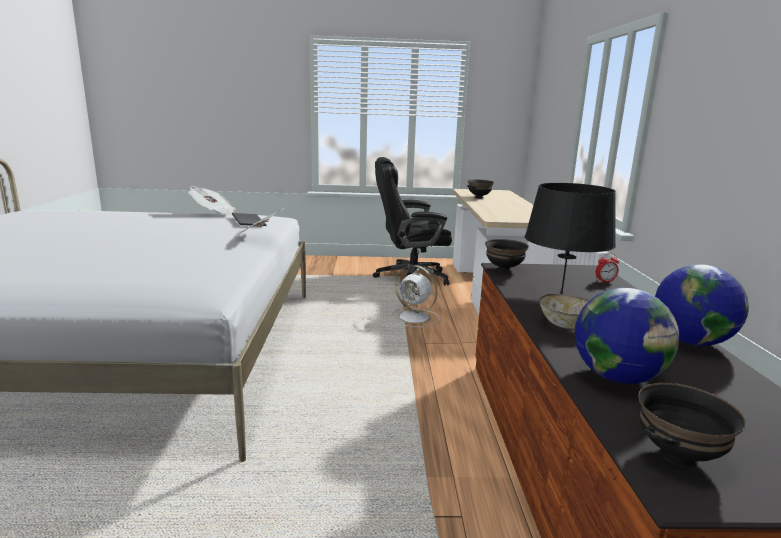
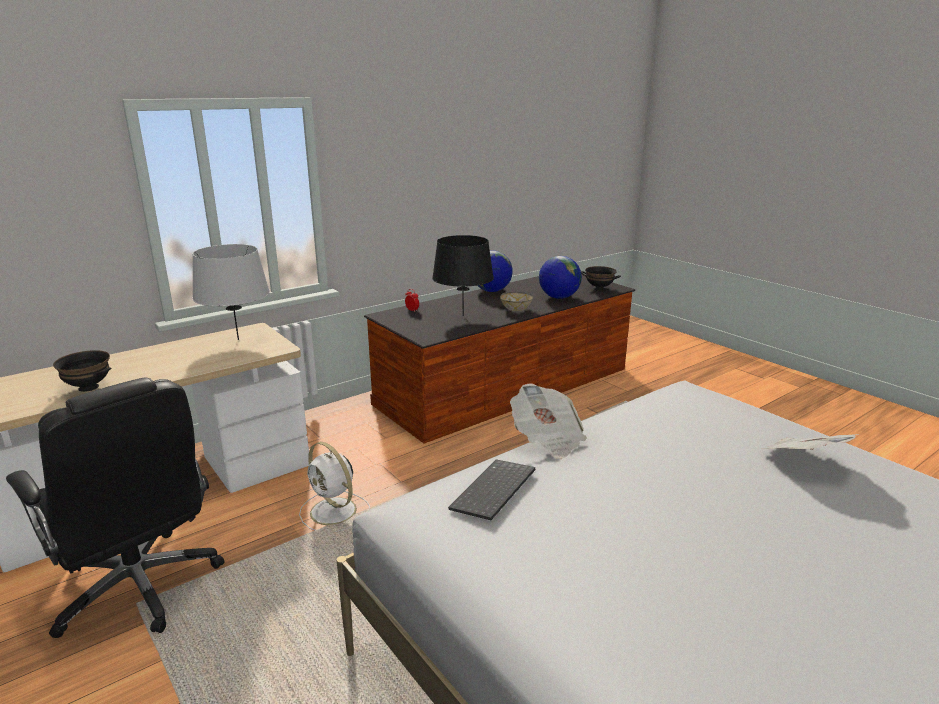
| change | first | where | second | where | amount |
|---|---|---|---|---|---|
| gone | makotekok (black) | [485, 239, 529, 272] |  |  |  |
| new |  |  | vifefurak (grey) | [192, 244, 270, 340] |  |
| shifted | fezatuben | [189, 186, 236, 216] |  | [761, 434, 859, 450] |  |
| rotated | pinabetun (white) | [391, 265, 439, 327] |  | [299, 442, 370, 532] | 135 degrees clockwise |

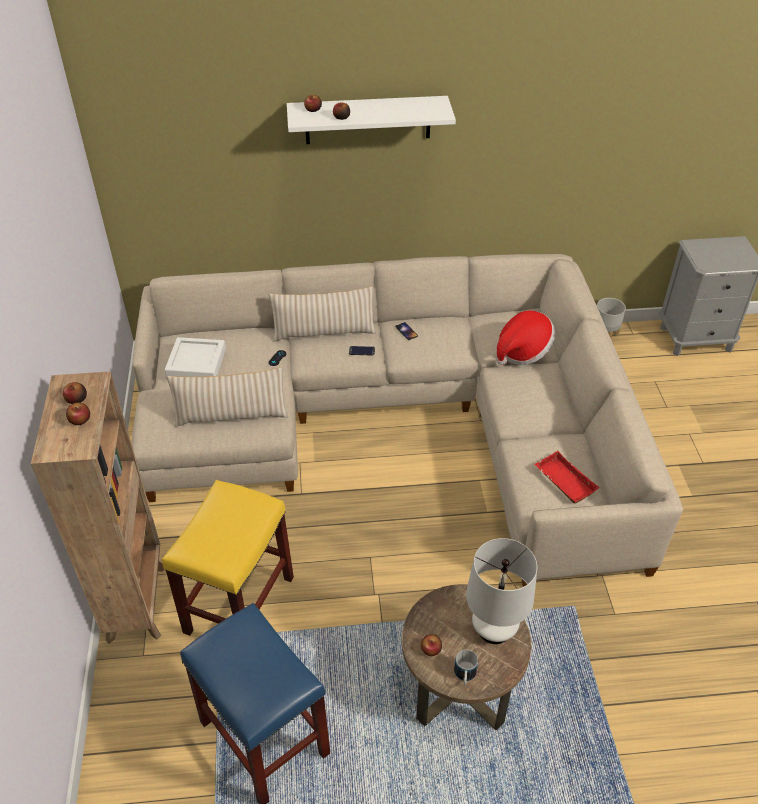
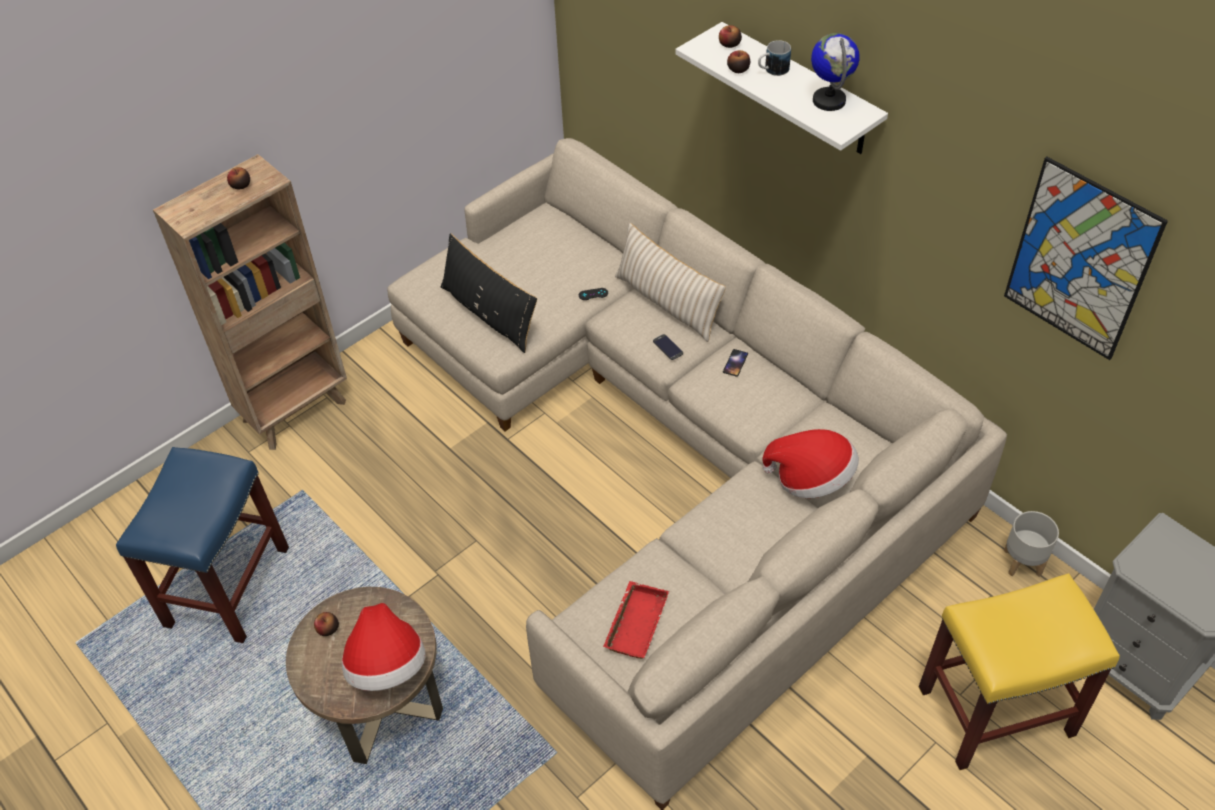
| change | first | where | second | where | amount |
|---|---|---|---|---|---|
| gone | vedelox | [66, 403, 90, 425] |  |  |  |
| gone | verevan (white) | [165, 337, 226, 378] |  |  |  |
| new |  |  | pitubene | [811, 33, 860, 111] |  |
| new |  |  | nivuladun | [1004, 157, 1168, 360] |  |
| shifted | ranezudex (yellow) | [162, 480, 294, 636] |  | [919, 573, 1120, 770] |  |
| shifted | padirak | [454, 649, 478, 685] |  | [758, 40, 791, 76] |  |
| swapped | vifefurak (white) | [466, 538, 537, 644] | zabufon | [342, 603, 426, 691] |  |
| repainted | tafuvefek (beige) | [167, 367, 288, 427] | tafuvefek (black) | [441, 233, 537, 353] |  |

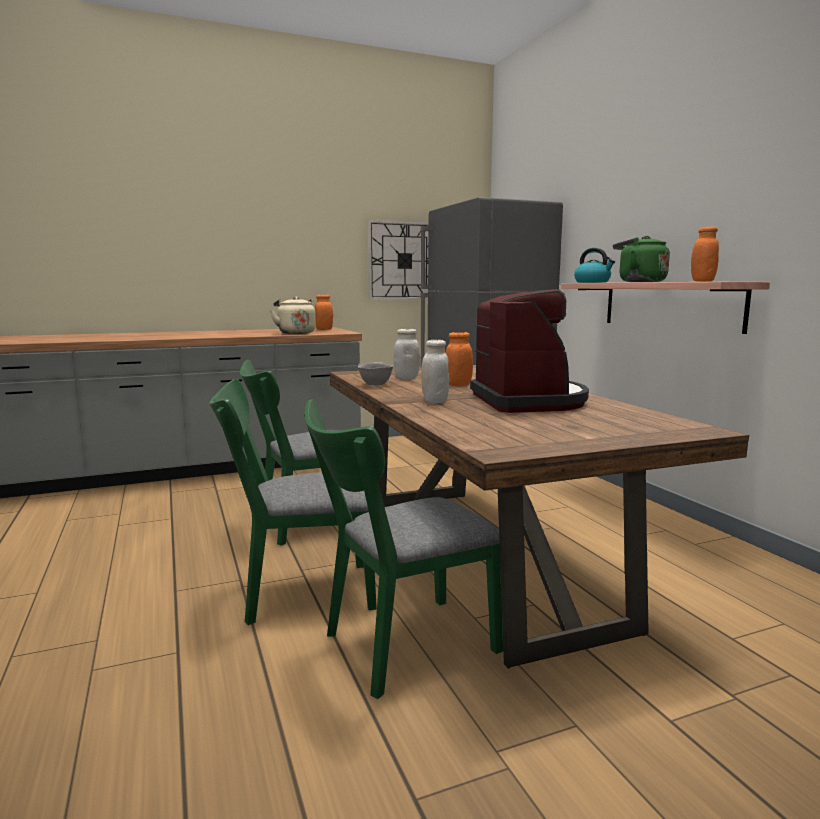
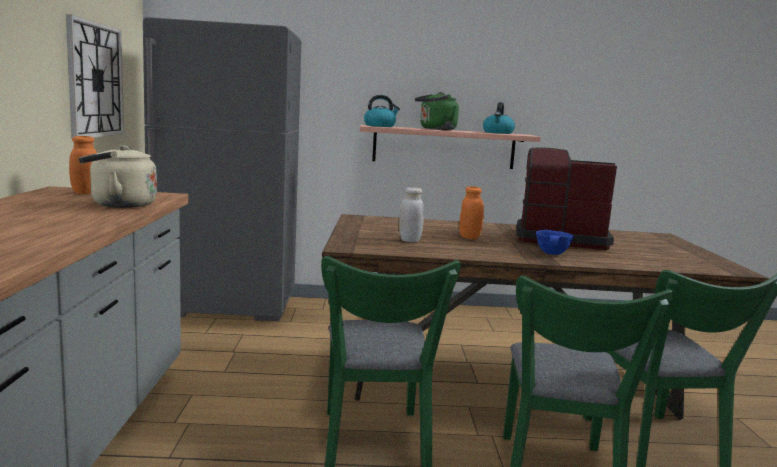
| change | first | where | second | where | amount |
|---|---|---|---|---|---|
| gone | makotekok (grey) | [358, 362, 393, 385] |  |  |  |
| swapped | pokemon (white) | [421, 340, 449, 403] | makotekok (blue) | [536, 230, 574, 255] |  |
| swapped | pokemon (orange) | [691, 227, 719, 282] | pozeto | [483, 102, 515, 134] |  |

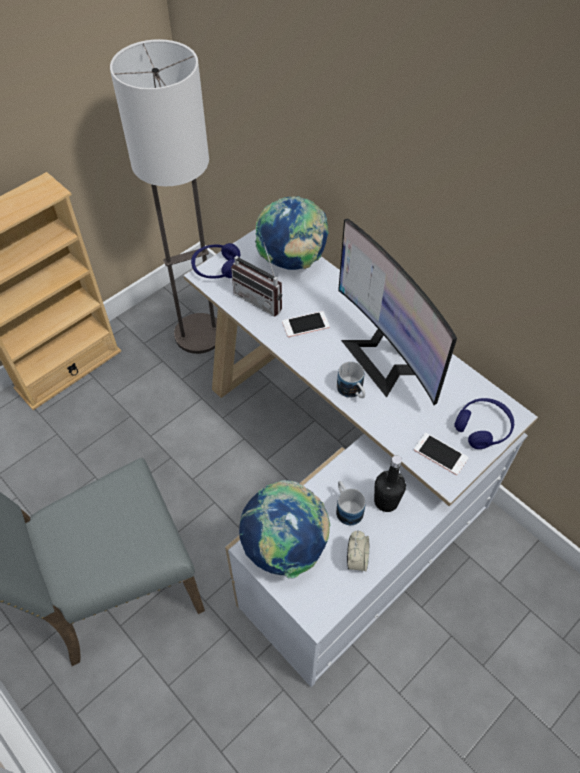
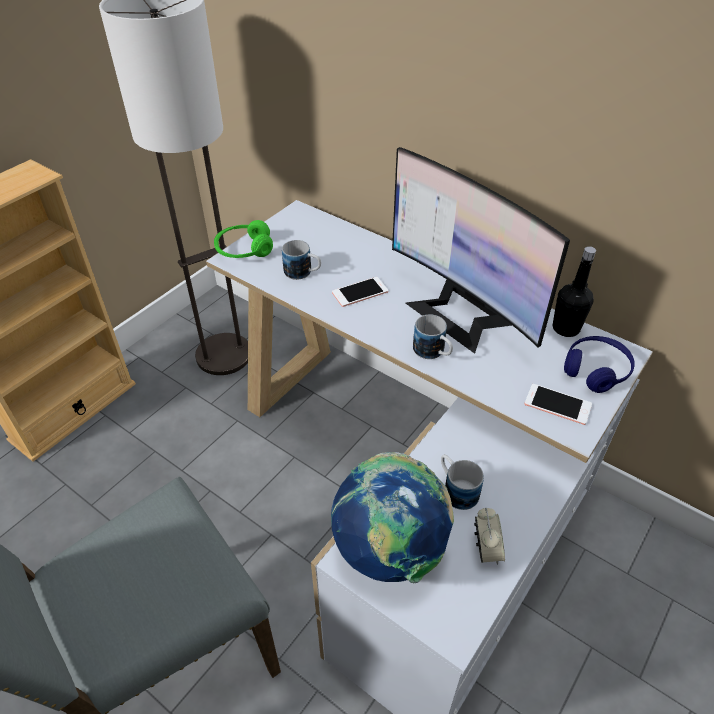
| change | first | where | second | where | amount |
|---|---|---|---|---|---|
| gone | pitubene | [255, 196, 329, 270] |  |  |  |
| shifted | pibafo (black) | [374, 455, 406, 512] |  | [553, 246, 596, 337] |  |
| swapped | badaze | [231, 242, 282, 316] | padirak | [282, 240, 321, 280] |  |
| repainted | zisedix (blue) | [191, 243, 240, 279] | zisedix (green) | [214, 220, 273, 258] |  |

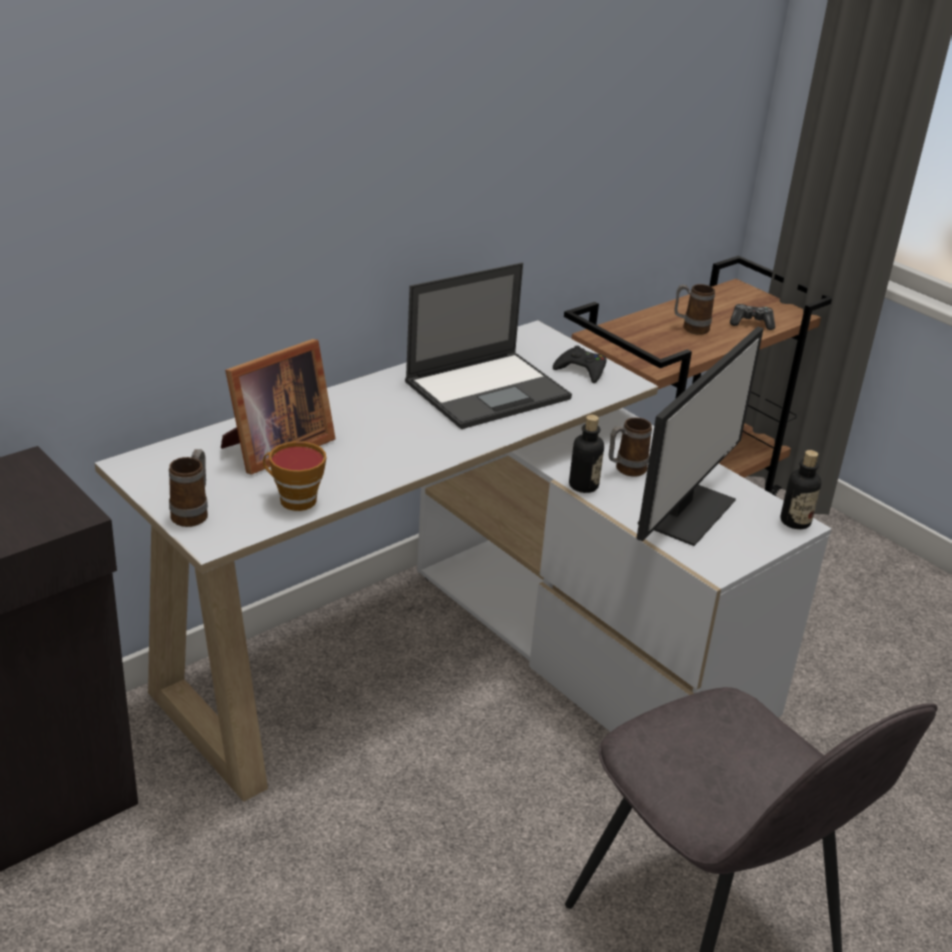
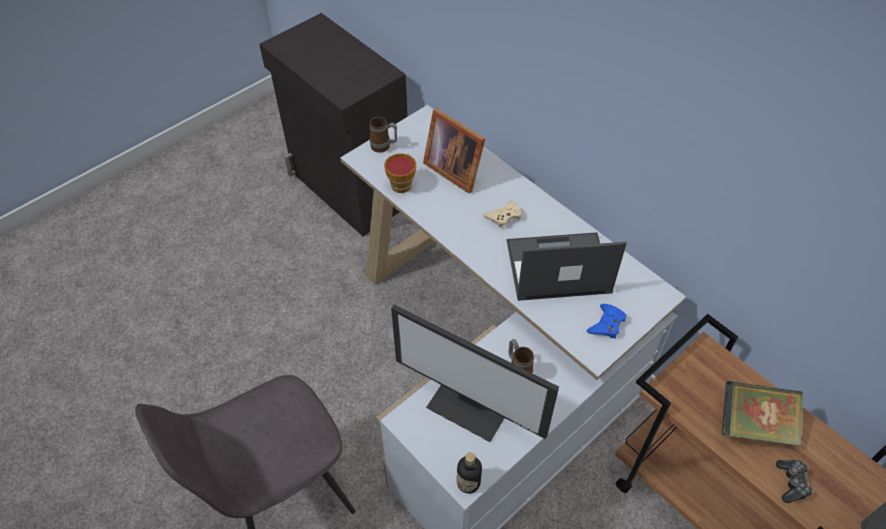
| change | first | where | second | where | amount |
|---|---|---|---|---|---|
| gone | pibafo | [569, 415, 604, 493] |  |  |  |
| new |  |  | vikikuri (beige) | [483, 201, 522, 229] |  |
| swapped | padirak | [675, 284, 715, 335] | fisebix | [722, 381, 803, 446] |  |
| repainted | vikikuri (black) | [553, 346, 606, 383] | vikikuri (blue) | [586, 304, 626, 339] |  |
| rotated | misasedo | [405, 263, 572, 429] |  | [507, 232, 627, 301] | 120 degrees clockwise |

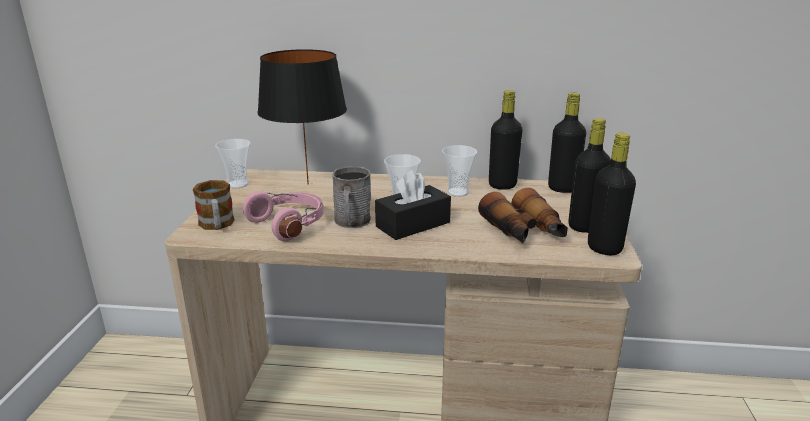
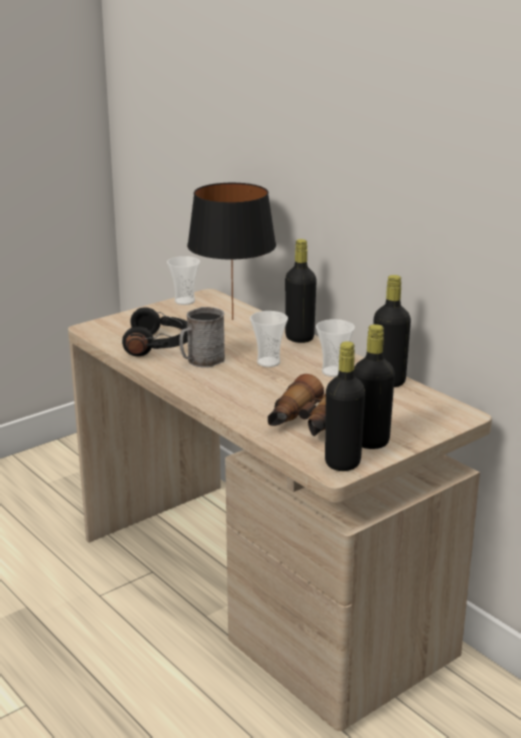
| change | first | where | second | where | amount |
|---|---|---|---|---|---|
| gone | padirak | [193, 180, 235, 230] |  |  |  |
| gone | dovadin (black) | [375, 170, 451, 240] |  |  |  |
| shifted | pibafo (black) | [548, 93, 586, 193] |  | [285, 239, 317, 343] |  |
| repainted | zisedix (pink) | [243, 191, 323, 241] | zisedix (black) | [122, 308, 188, 356] |  |

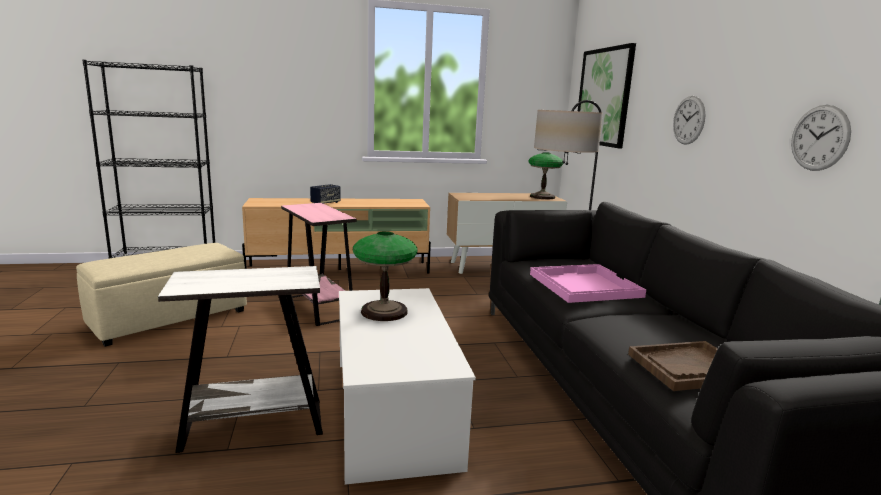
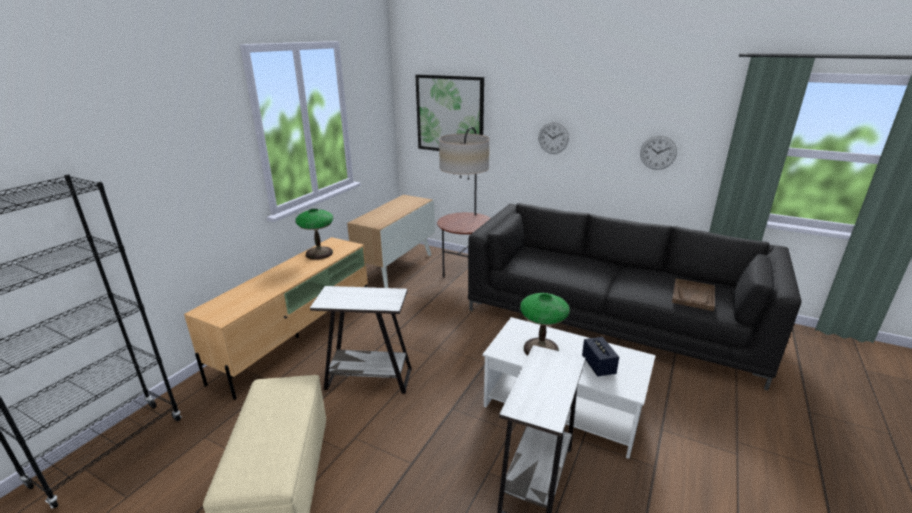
| change | first | where | second | where | amount |
|---|---|---|---|---|---|
| gone | verevan (pink) | [530, 264, 646, 303] |  |  |  |
| shifted | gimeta | [310, 184, 340, 204] |  | [582, 337, 619, 377] |  |
| shifted | vifefurak | [528, 152, 563, 199] |  | [295, 209, 334, 260] |  |
| repainted | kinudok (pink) | [281, 203, 357, 326] | kinudok (white) | [310, 286, 412, 394] |  |

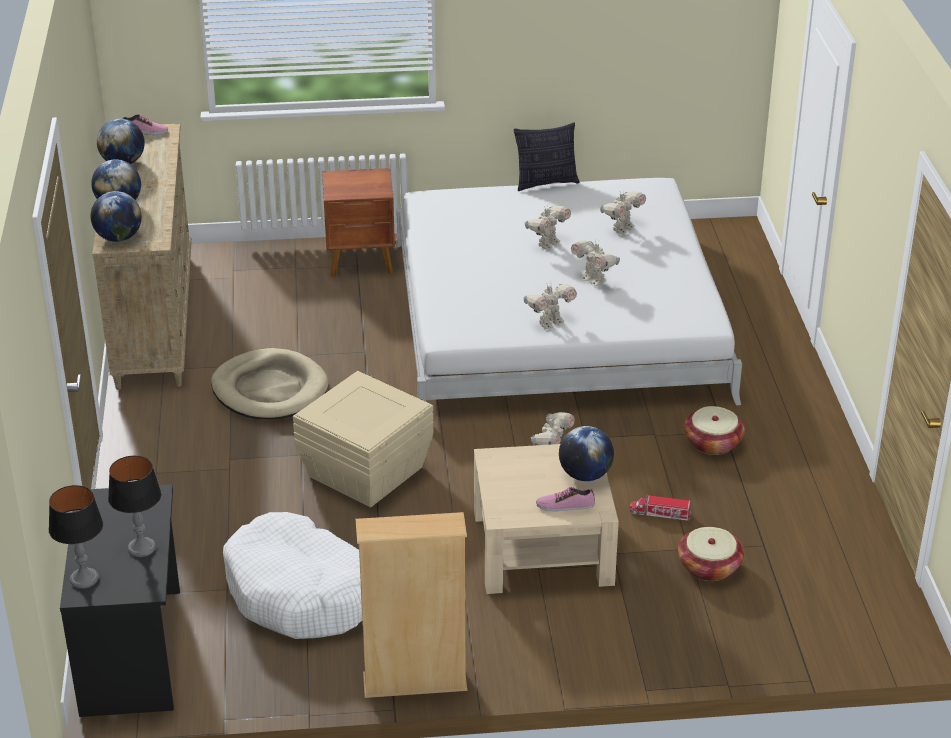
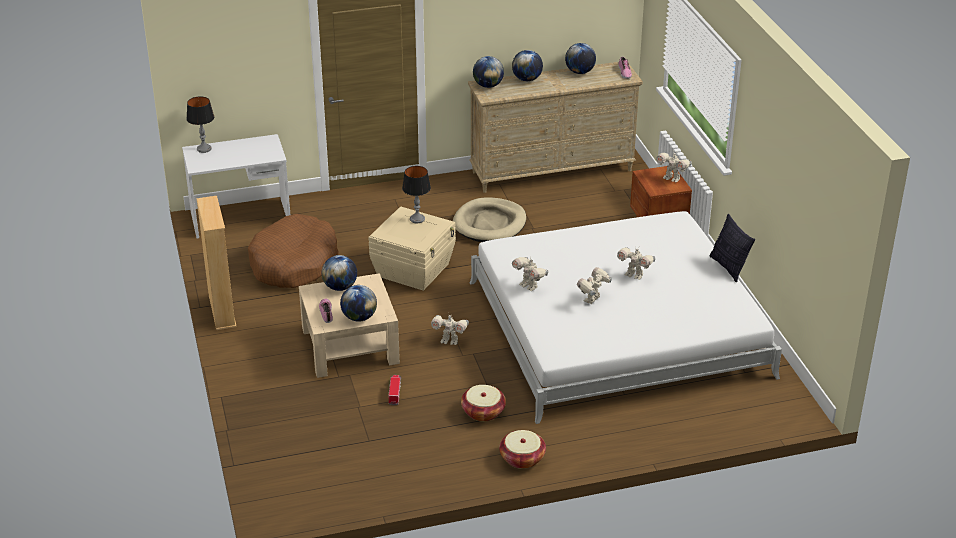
| change | first | where | second | where | amount |
|---|---|---|---|---|---|
| new |  |  | pitubene | [322, 255, 357, 291] |  |
| shifted | vifefurak | [108, 456, 161, 557] |  | [402, 166, 431, 223] |  |
| shifted | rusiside | [600, 191, 646, 234] |  | [656, 152, 692, 182] |  |
| shifted | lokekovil | [678, 527, 744, 581] |  | [499, 430, 546, 469] |  |
| repainted | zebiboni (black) | [60, 484, 180, 717] | zebiboni (white) | [182, 134, 290, 239] |  |
| repainted | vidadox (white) | [223, 512, 362, 639] | vidadox (brown) | [248, 214, 339, 288] |  |

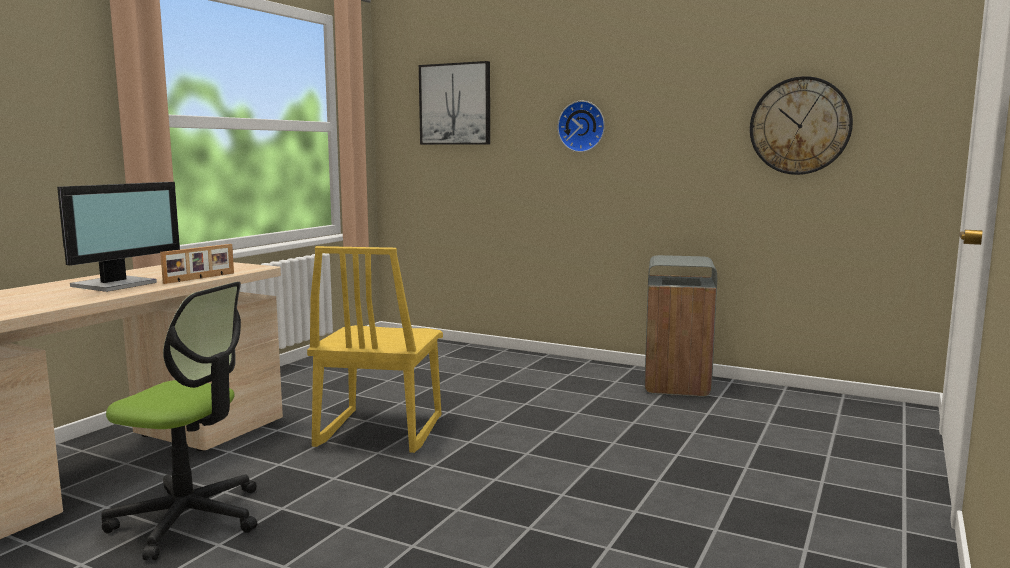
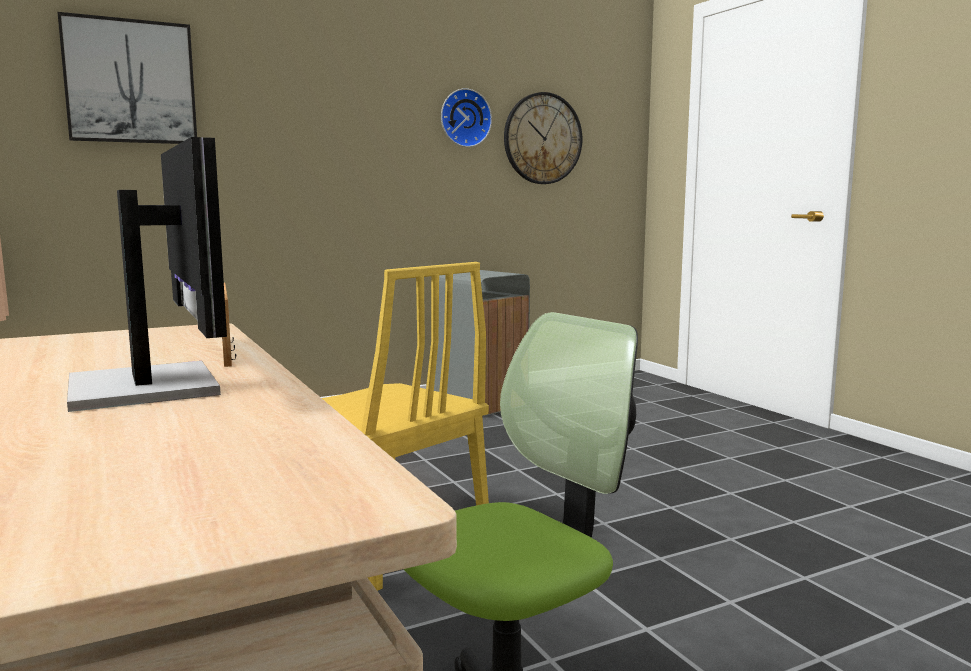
| change | first | where | second | where | amount |
|---|---|---|---|---|---|
| shifted | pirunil | [557, 101, 605, 152] |  | [441, 88, 492, 147] |  |

